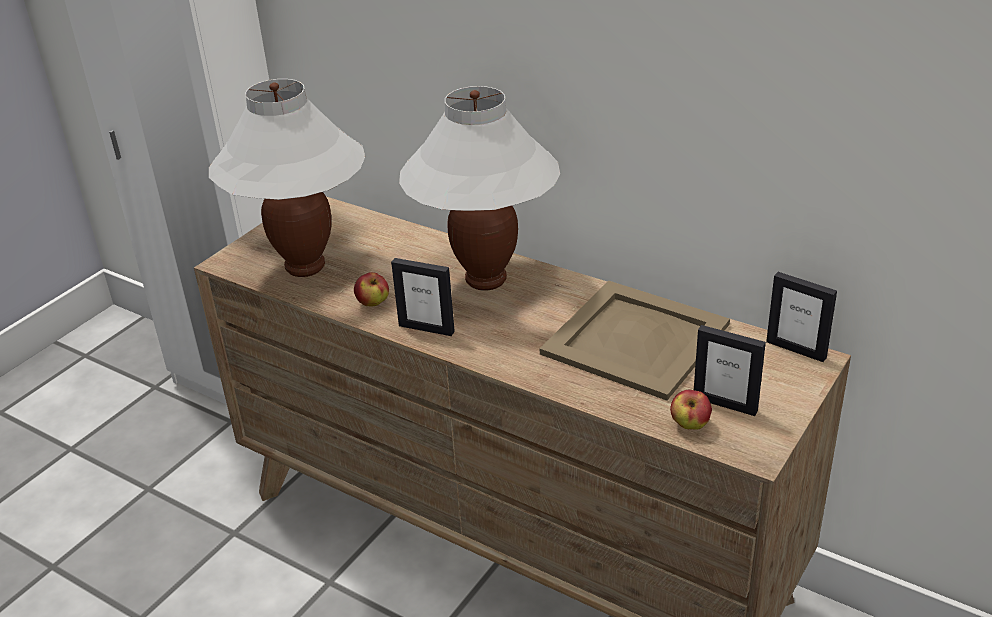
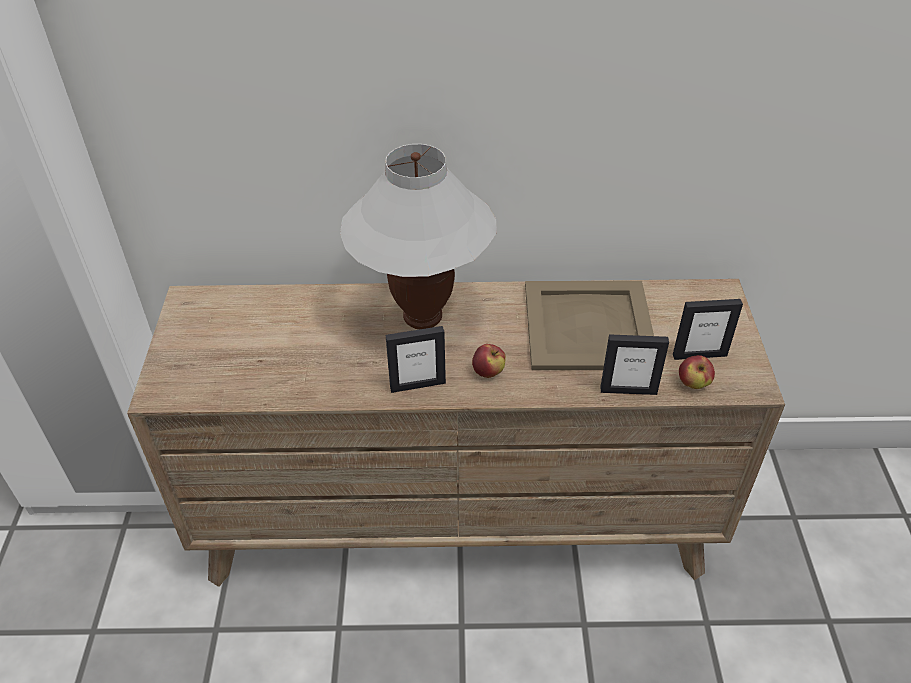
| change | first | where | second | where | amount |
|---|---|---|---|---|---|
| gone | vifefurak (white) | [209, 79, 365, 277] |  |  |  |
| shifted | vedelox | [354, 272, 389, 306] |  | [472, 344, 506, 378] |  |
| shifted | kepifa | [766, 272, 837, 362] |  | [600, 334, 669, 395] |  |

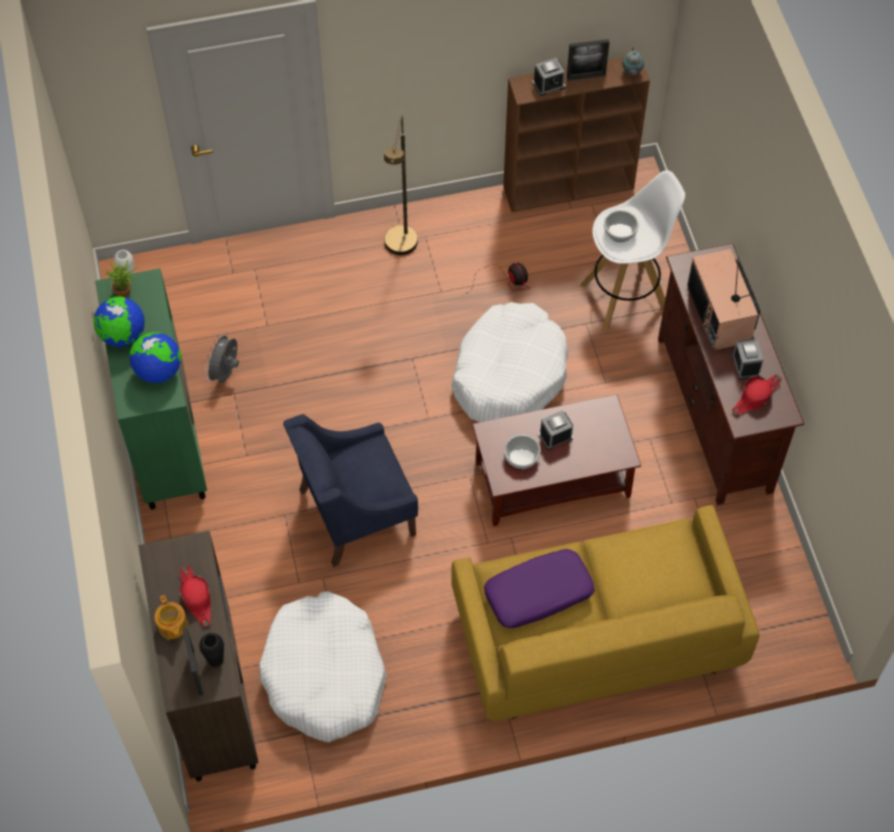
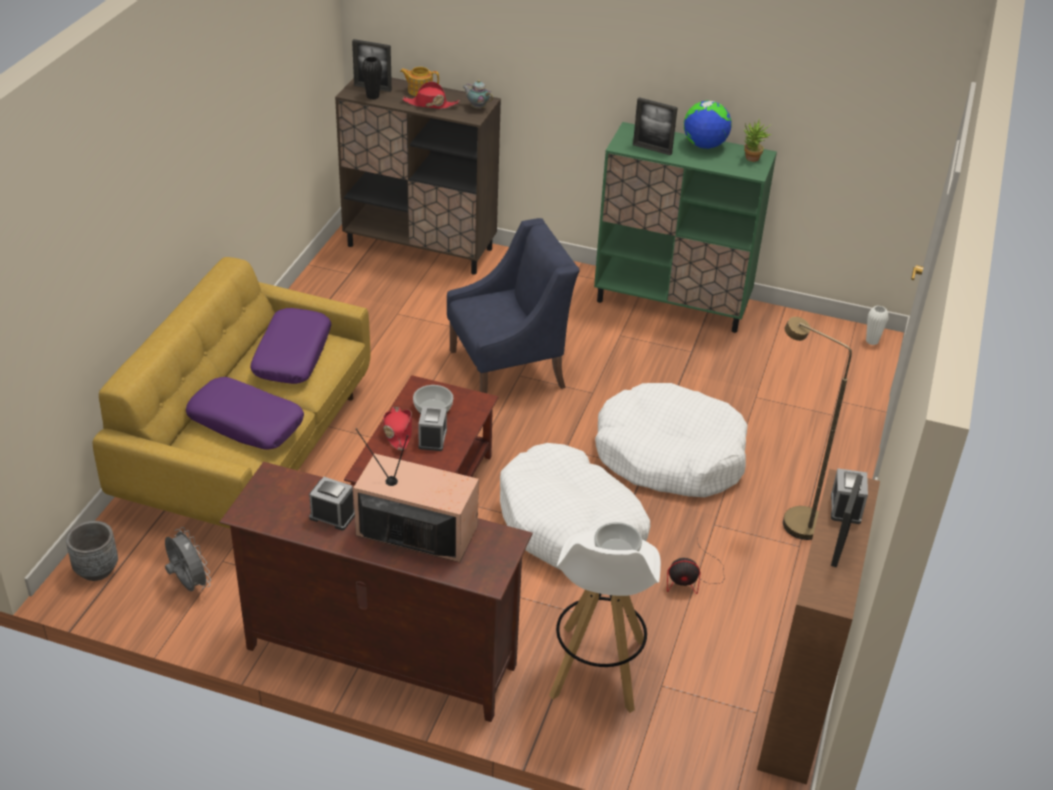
| change | first | where | second | where | amount |
|---|---|---|---|---|---|
| new |  |  | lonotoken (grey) | [66, 521, 118, 581] |  |
| new |  |  | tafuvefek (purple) | [186, 377, 304, 450] |  |
| shifted | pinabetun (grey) | [205, 332, 239, 384] |  | [165, 527, 211, 591] |  |
| shifted | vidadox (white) | [259, 591, 387, 742] |  | [595, 383, 748, 497] |  |
| shifted | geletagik | [622, 46, 644, 76] |  | [463, 80, 493, 109] |  |
| shifted | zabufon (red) | [732, 374, 782, 414] |  | [383, 407, 412, 450] |  |
| swapped | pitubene | [130, 332, 181, 383] | kepifa | [633, 97, 678, 155] |  |
| rotated | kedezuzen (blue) | [283, 414, 418, 567] |  | [447, 218, 580, 393] | 60 degrees clockwise |

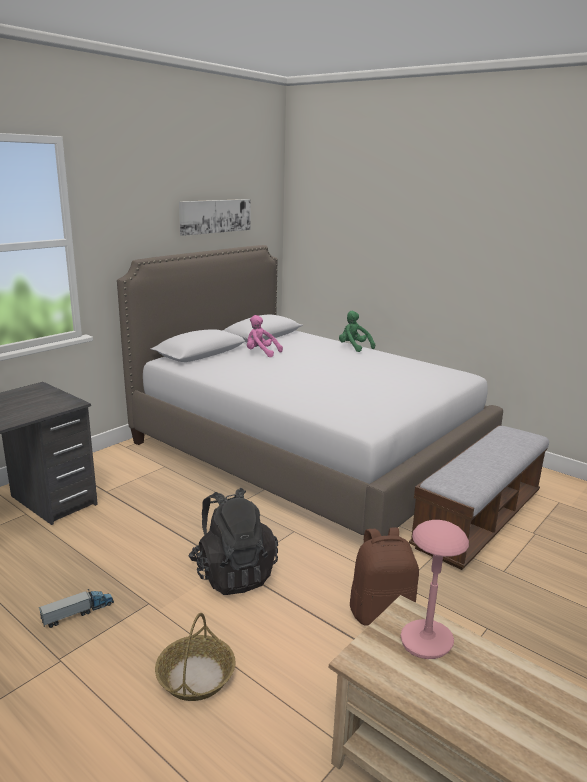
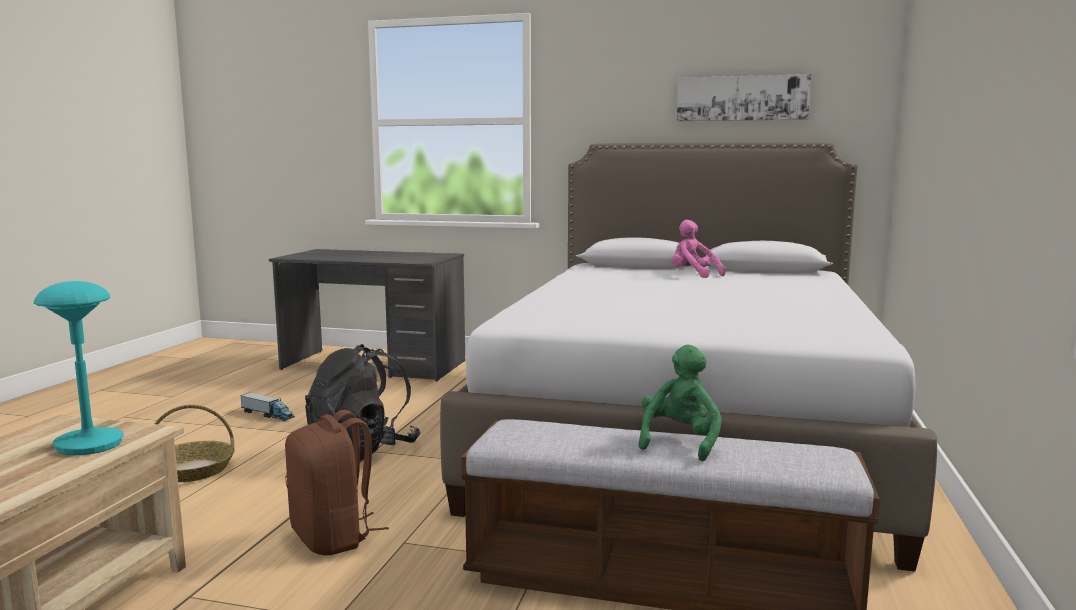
| change | first | where | second | where | amount |
|---|---|---|---|---|---|
| shifted | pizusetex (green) | [339, 311, 375, 352] |  | [638, 345, 722, 461] |  |
| repainted | vifefurak (pink) | [401, 520, 469, 659] | vifefurak (turquoise) | [34, 281, 124, 455] |  |
| rotated | pizusetex (pink) | [247, 315, 283, 357] |  | [671, 220, 726, 278] | 45 degrees counterclockwise |

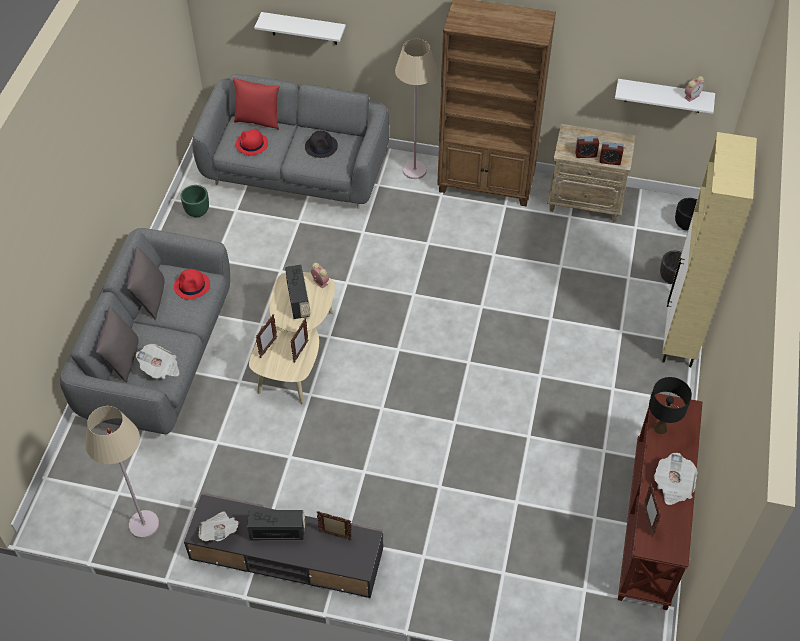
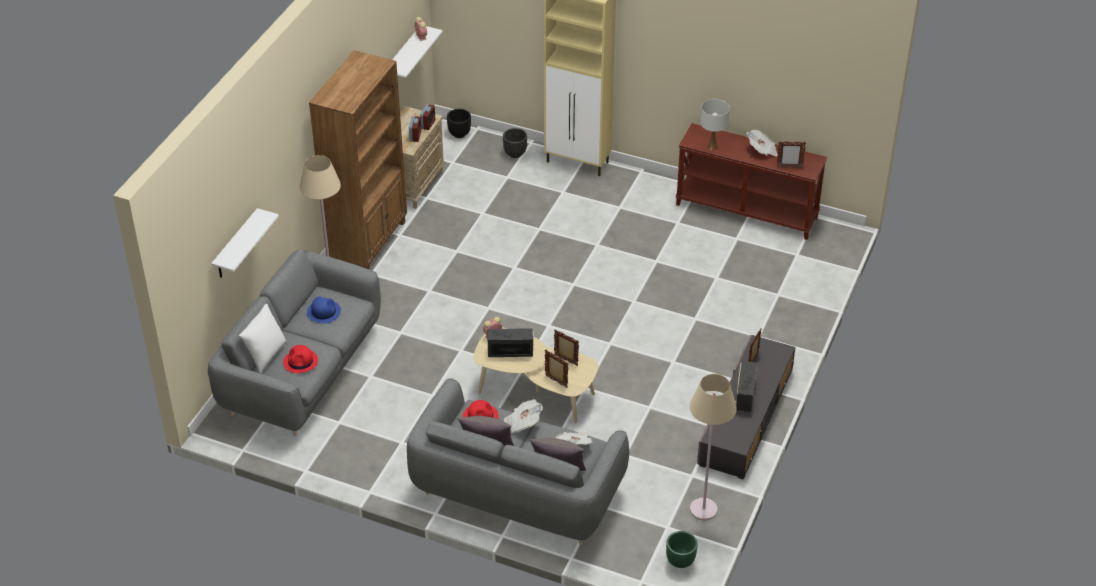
| change | first | where | second | where | amount |
|---|---|---|---|---|---|
| shifted | lonotoken (green) | [180, 185, 209, 217] |  | [666, 531, 698, 568] |  |
| shifted | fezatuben | [198, 512, 239, 542] |  | [504, 399, 543, 433] |  |
| repainted | tafuvefek (red) | [233, 78, 280, 130] | tafuvefek (white) | [239, 304, 286, 373] |  |
| repainted | zabufon (black) | [305, 131, 338, 158] | zabufon (blue) | [307, 296, 341, 323] |  |
| repainted | vifefurak (black) | [649, 377, 692, 434] | vifefurak (white) | [700, 99, 730, 150] |  |

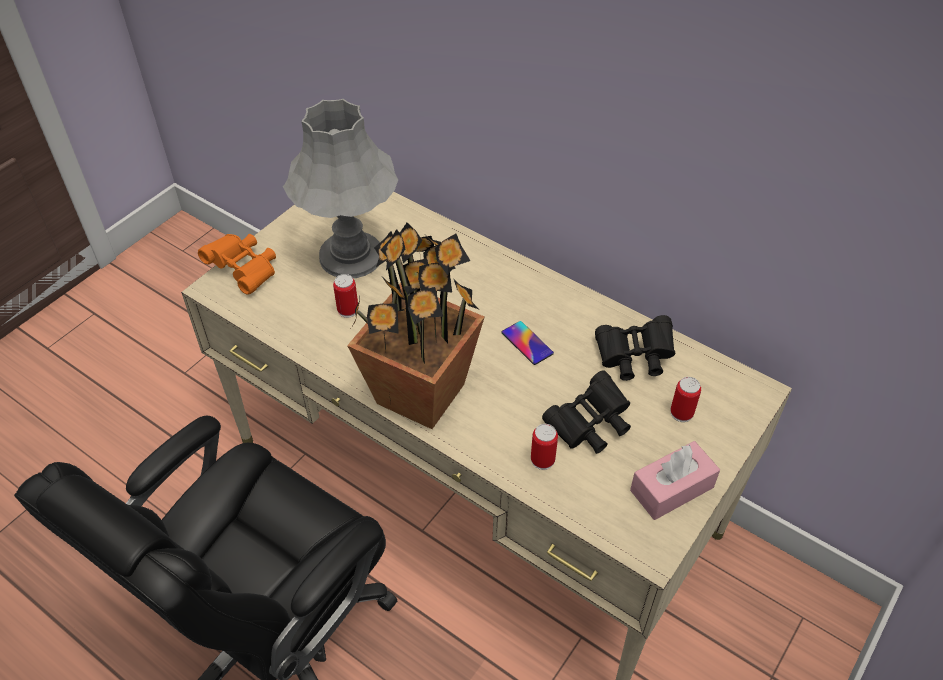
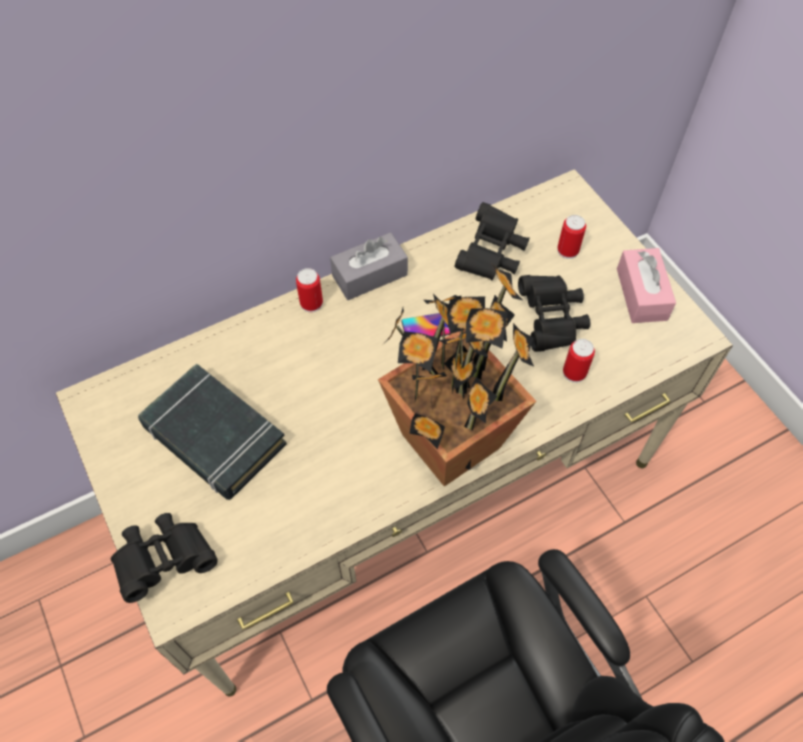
| change | first | where | second | where | amount |
|---|---|---|---|---|---|
| new |  |  | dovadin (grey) | [330, 232, 408, 300] |  |
| shifted | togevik | [333, 274, 359, 318] |  | [296, 268, 323, 313] |  |
| swapped | vifefurak (grey) | [283, 99, 398, 278] | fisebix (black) | [138, 363, 287, 500] |  |
| repainted | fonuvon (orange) | [198, 234, 276, 295] | fonuvon (black) | [111, 513, 218, 603] |  |

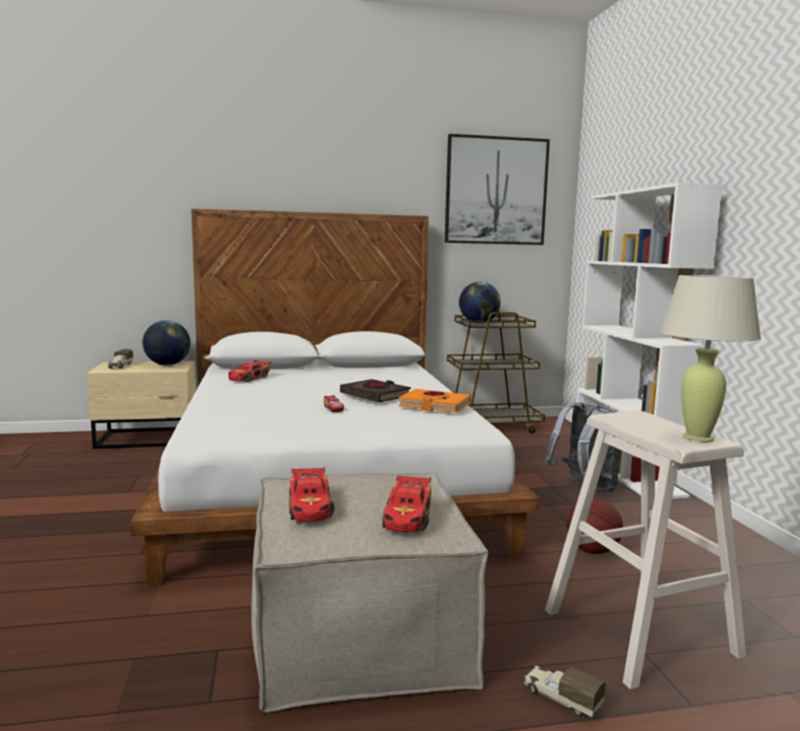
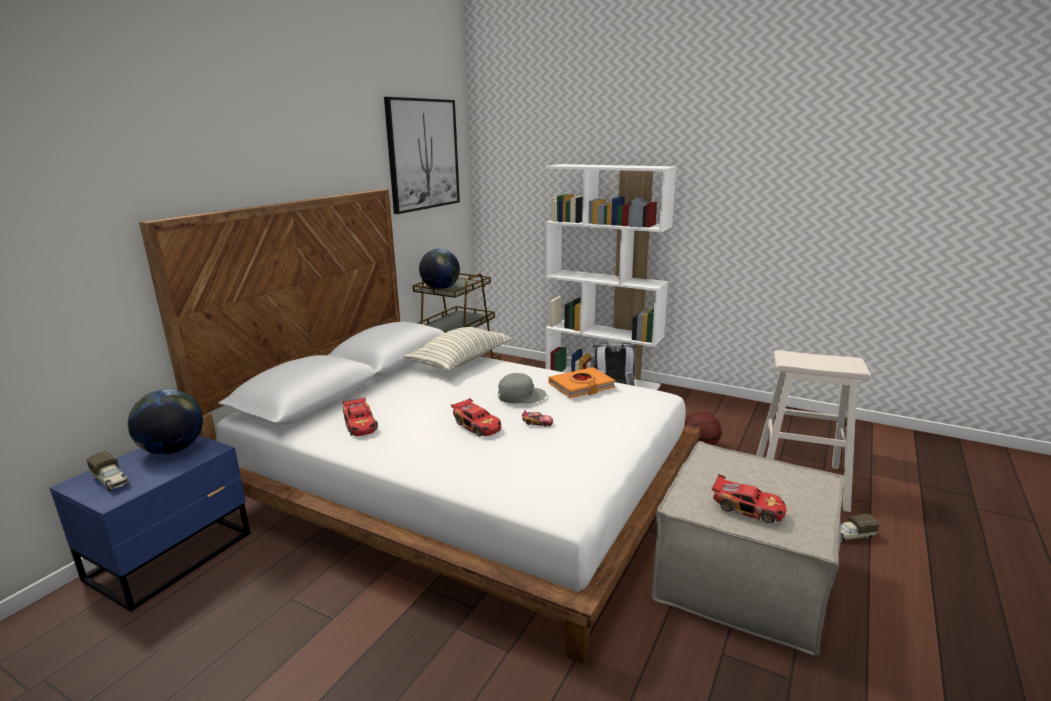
| change | first | where | second | where | amount |
|---|---|---|---|---|---|
| gone | vifefurak (beige) | [660, 275, 761, 442] |  |  |  |
| new |  |  | tafuvefek | [404, 327, 512, 371] |  |
| shifted | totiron | [382, 474, 431, 532] |  | [451, 398, 501, 437] |  |
| swapped | fisebix (black) | [340, 379, 411, 402] | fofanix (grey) | [498, 373, 546, 403] |  |
| repainted | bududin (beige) | [87, 361, 196, 449] | bududin (blue) | [50, 435, 250, 612] |  |

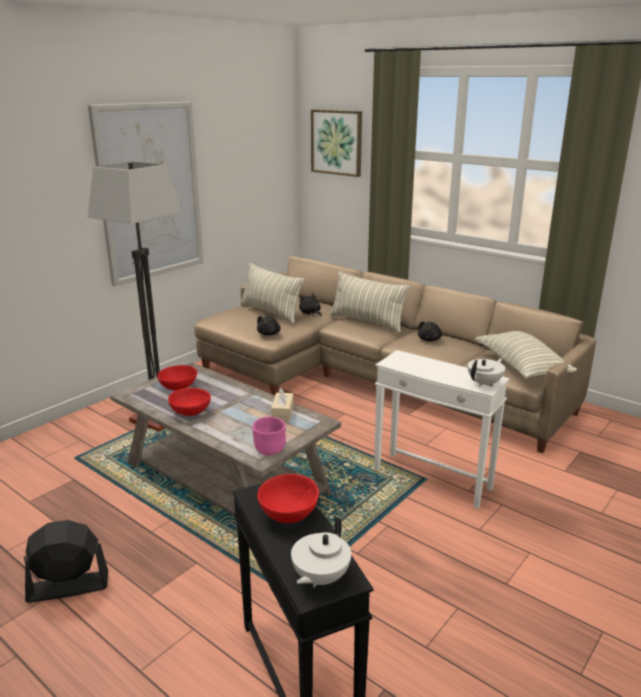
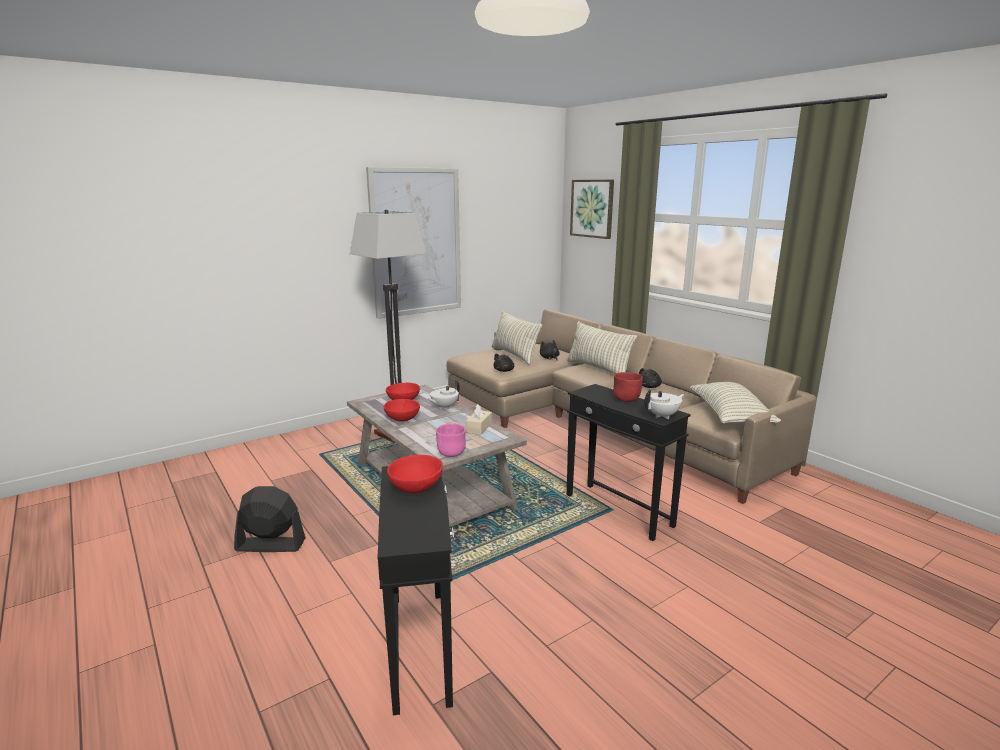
| change | first | where | second | where | amount |
|---|---|---|---|---|---|
| new |  |  | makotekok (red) | [613, 372, 643, 402] |  |
| shifted | geletagik (white) | [291, 517, 351, 588] |  | [428, 380, 460, 410] |  |
| repainted | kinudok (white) | [374, 350, 509, 509] | kinudok (black) | [567, 384, 691, 541] |  |

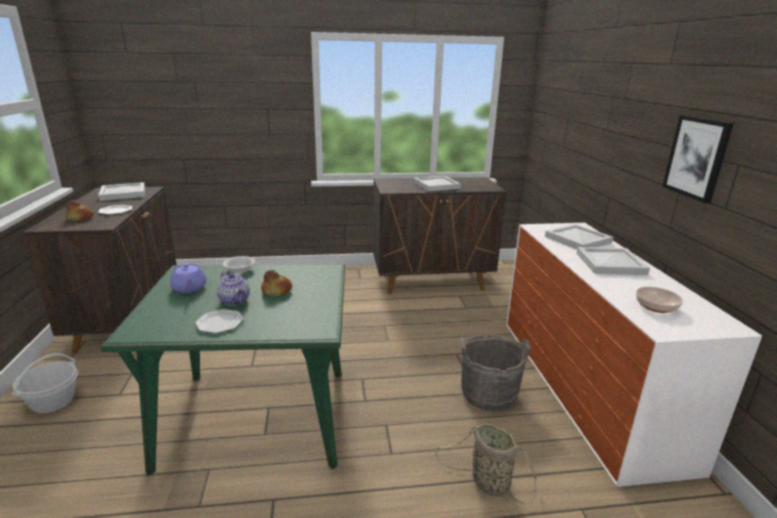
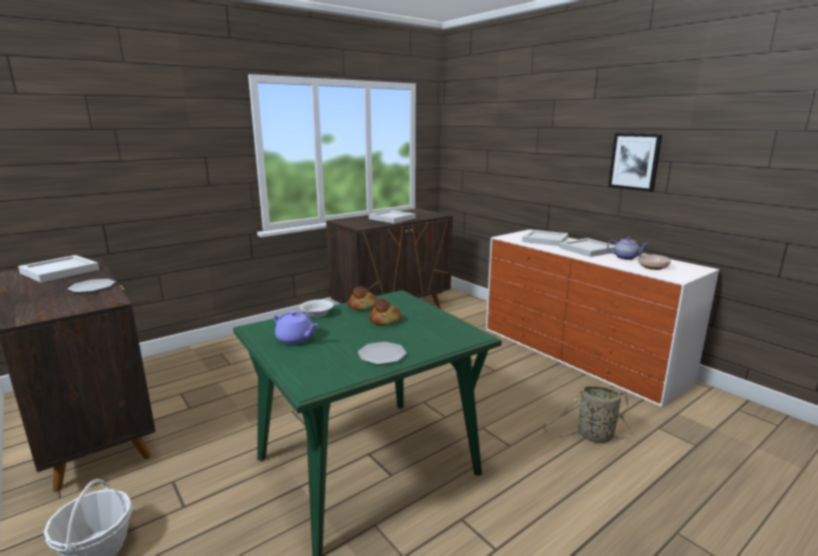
| change | first | where | second | where | amount |
|---|---|---|---|---|---|
| gone | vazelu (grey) | [461, 334, 530, 411] |  |  |  |
| shifted | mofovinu | [66, 200, 94, 221] |  | [348, 286, 378, 310] |  |
| shifted | geletagik | [217, 272, 250, 306] |  | [607, 237, 648, 260] |  |

